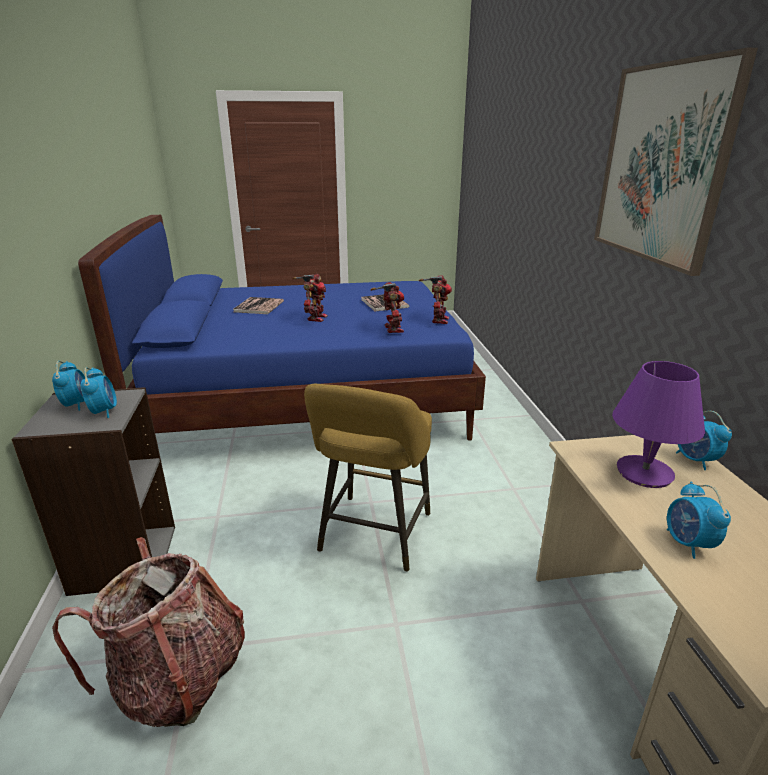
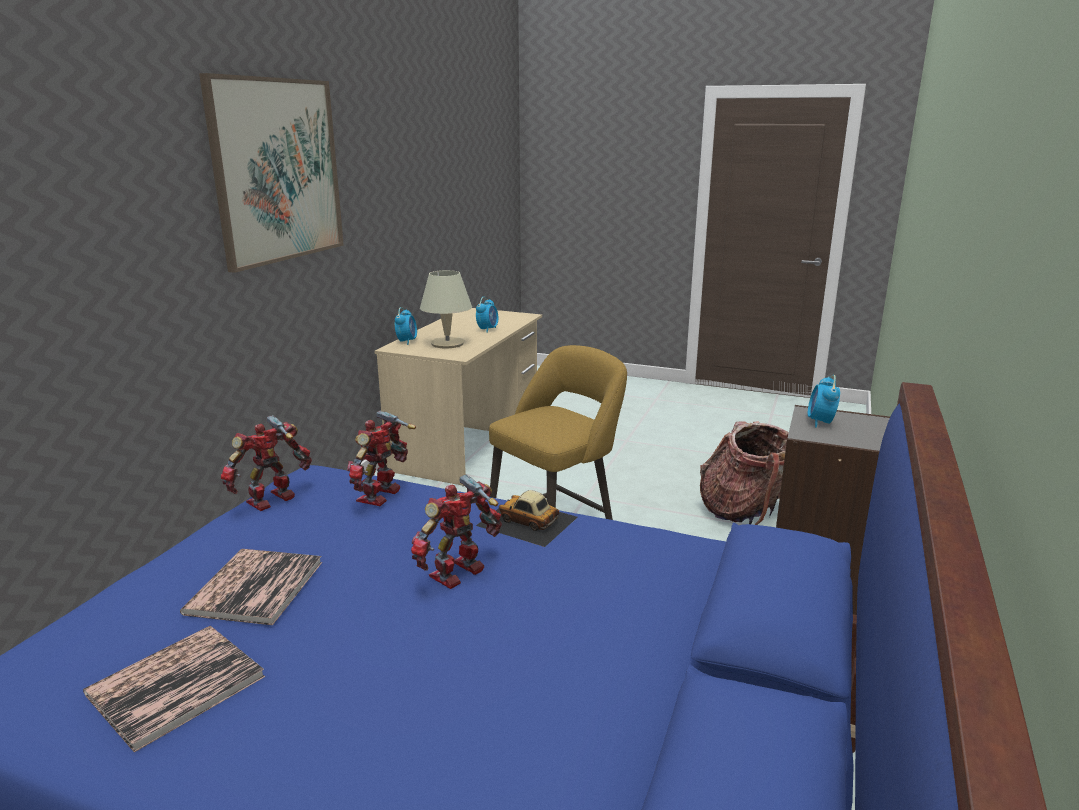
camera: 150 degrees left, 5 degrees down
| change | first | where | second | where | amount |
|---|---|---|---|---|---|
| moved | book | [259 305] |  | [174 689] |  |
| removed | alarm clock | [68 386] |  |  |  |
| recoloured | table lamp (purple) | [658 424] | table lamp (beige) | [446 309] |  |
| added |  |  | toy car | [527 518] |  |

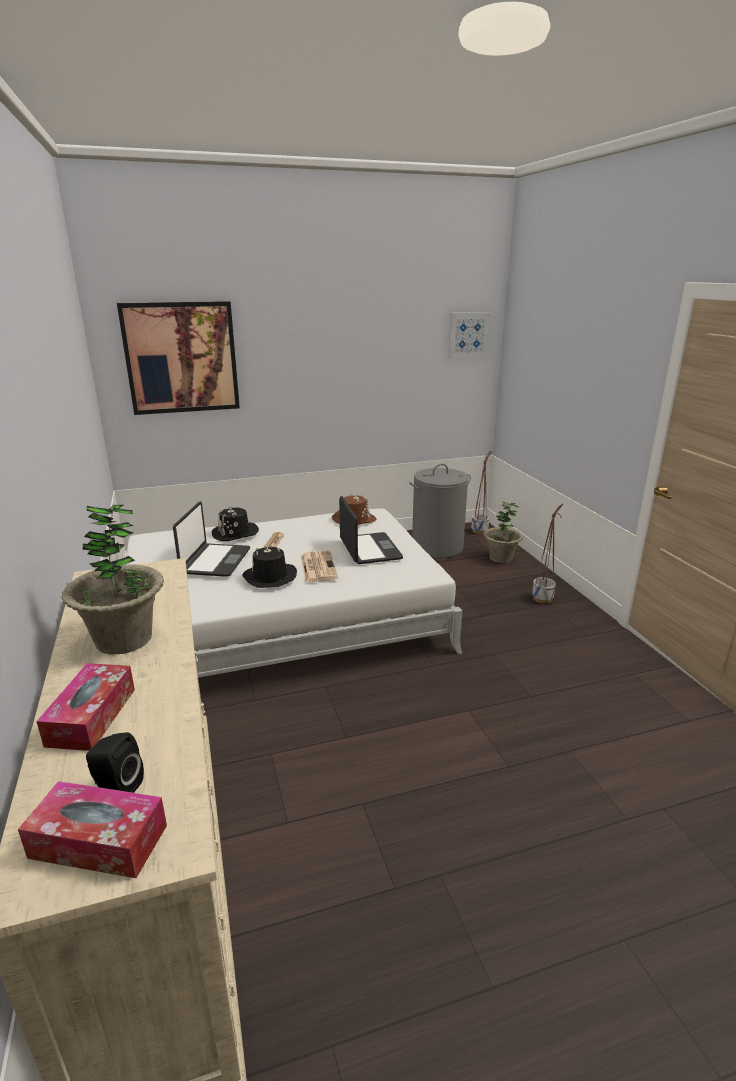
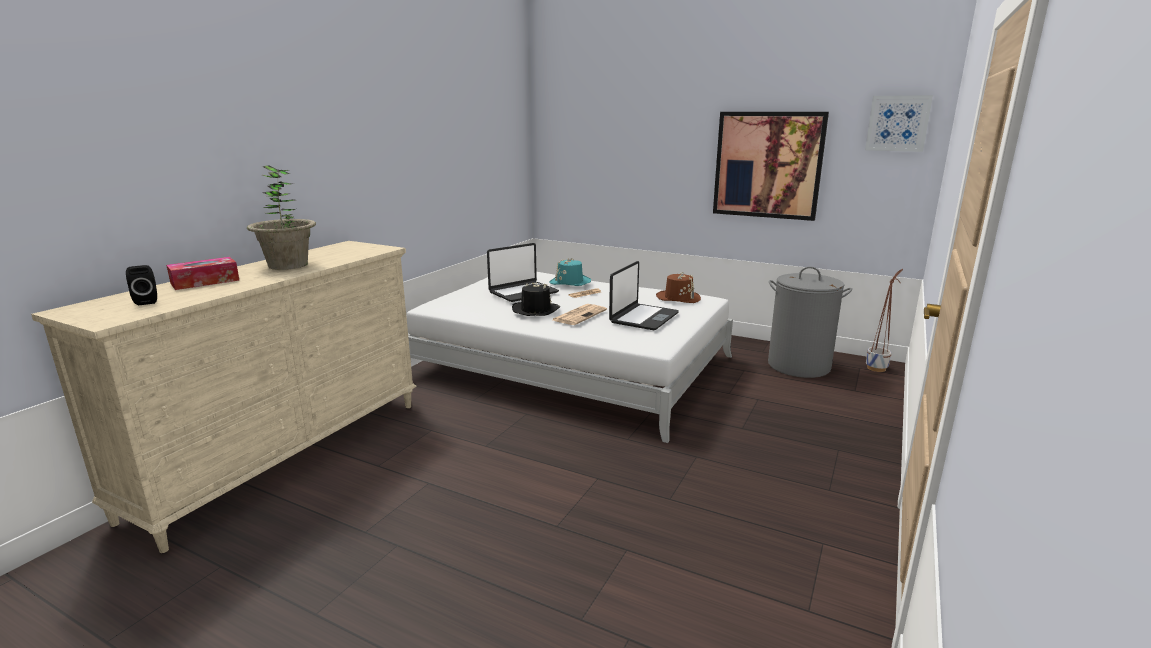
camera: 45 degrees right, 5 degrees down
| change | first | where | second | where | amount |
|---|---|---|---|---|---|
| moved | picture | [178 358] |  | [771 166] |  |
| removed | potted plant | [503 532] |  |  |  |
| removed | planter | [547 554] |  |  |  |
| recoloured | hat (black) | [235 523] | hat (turquoise) | [570 272] |  |
| removed | tissue box | [92 829] |  |  |  |

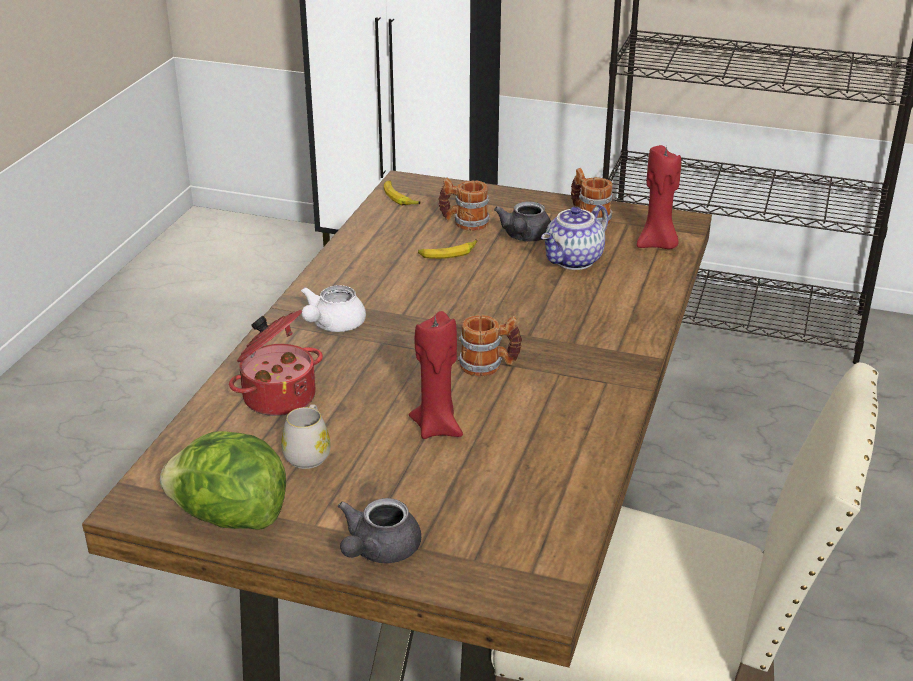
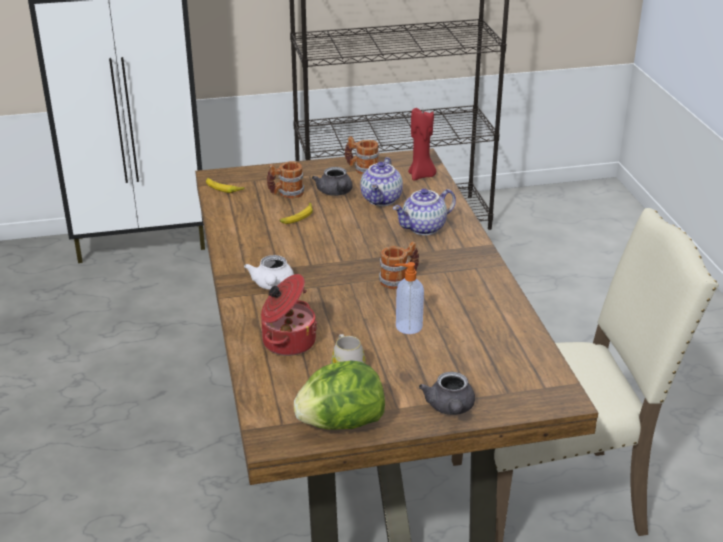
camera: 30 degrees left, 0 degrees up
| change | first | where | second | where | amount |
|---|---|---|---|---|---|
| replaced | candle (red) | [436 375] | soap dispenser | [409 298] |  |
| added |  |  | teapot | [424 211] |  |

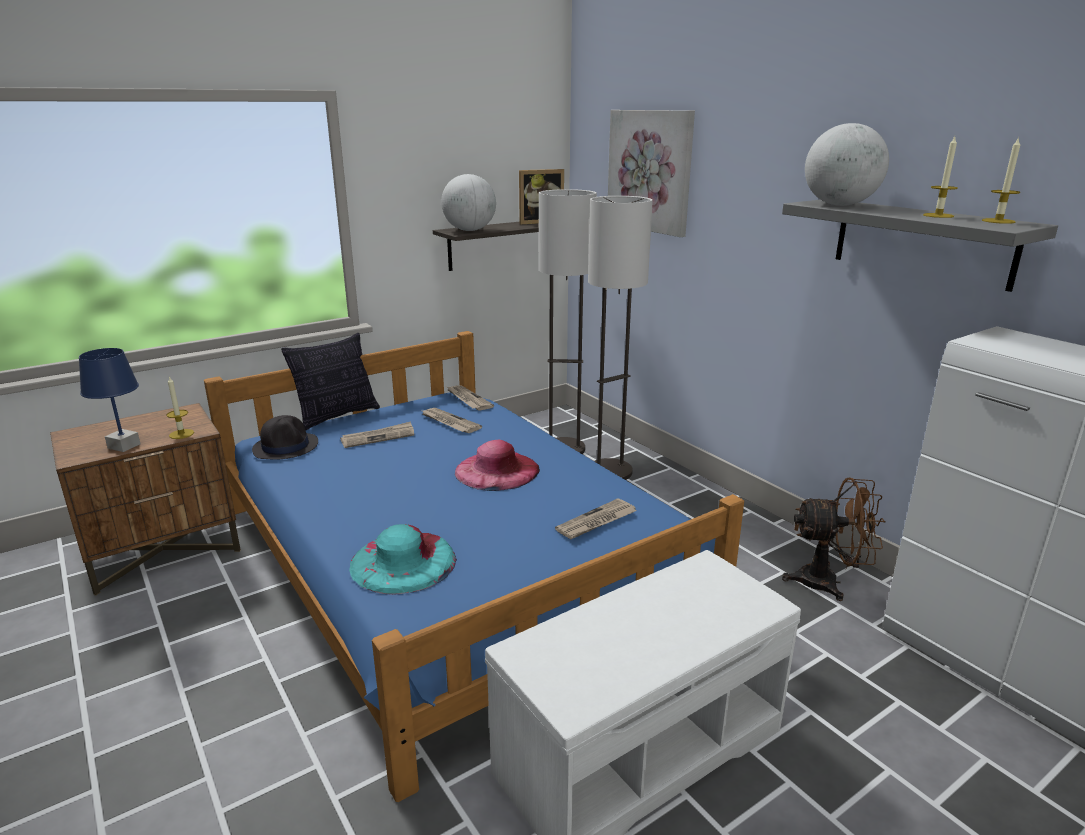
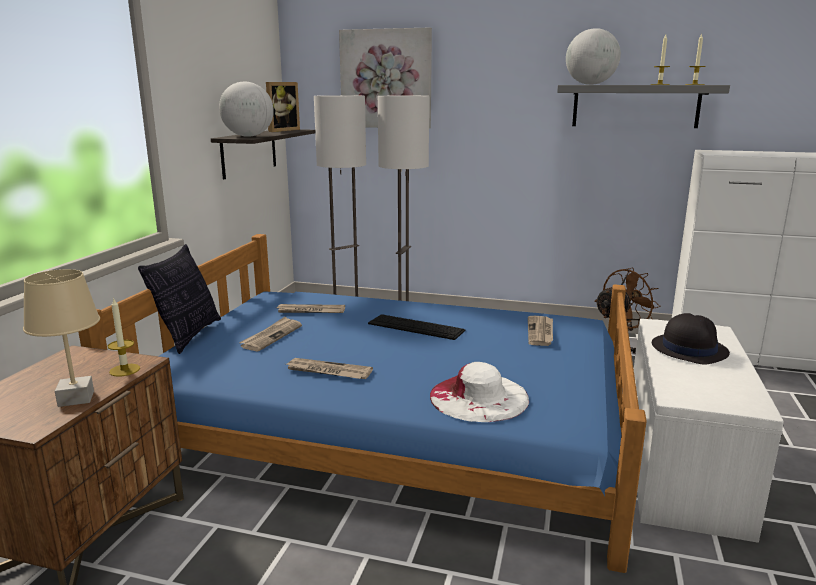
camera: 40 degrees left, 5 degrees down
| change | first | where | second | where | amount |
|---|---|---|---|---|---|
| recoloured | table lamp (blue) | [110 400] | table lamp (beige) | [61 338] |  |
| moved | newspaper | [470 398] |  | [329 368] |  |
| moved | hat (black) | [285 437] |  | [691 339] |  |
| replaced | hat (pink) | [497 465] | keyboard | [416 327] |  |
| recoloured | hat (turquoise) | [403 559] | hat (white) | [479 392] |  |

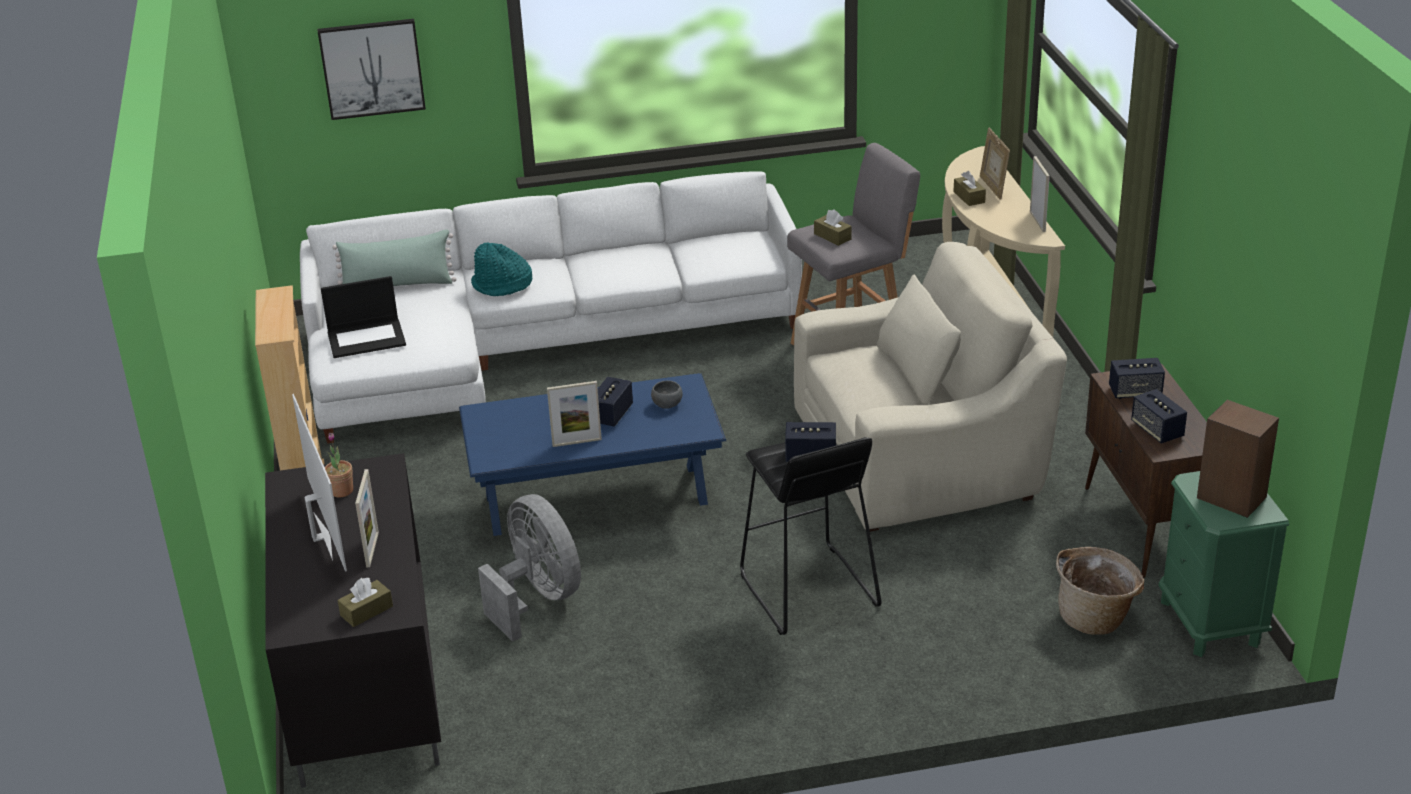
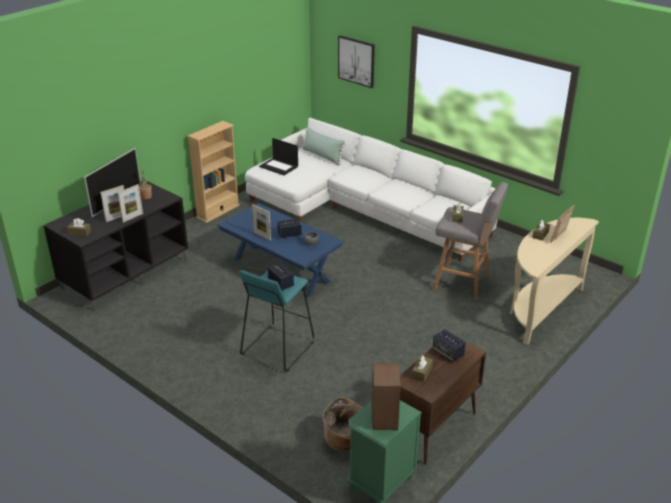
camera: 50 degrees right, 0 degrees up
| change | first | where | second | where | amount |
|---|---|---|---|---|---|
| moved | picture frame | [1040 194] |  | [130 203] |  |
| removed | hat (turquoise) | [501 269] |  |  |  |
| removed | armchair (beige) | [930 387] |  |  |  |
| replaced | speaker | [1159 416] | tissue box (brown) | [422 368] |  |
| recoloured | stool (black) | [810 536] | stool (turquoise) | [276 321] |  |
| removed | fan (grey) | [529 568] |  |  |  |

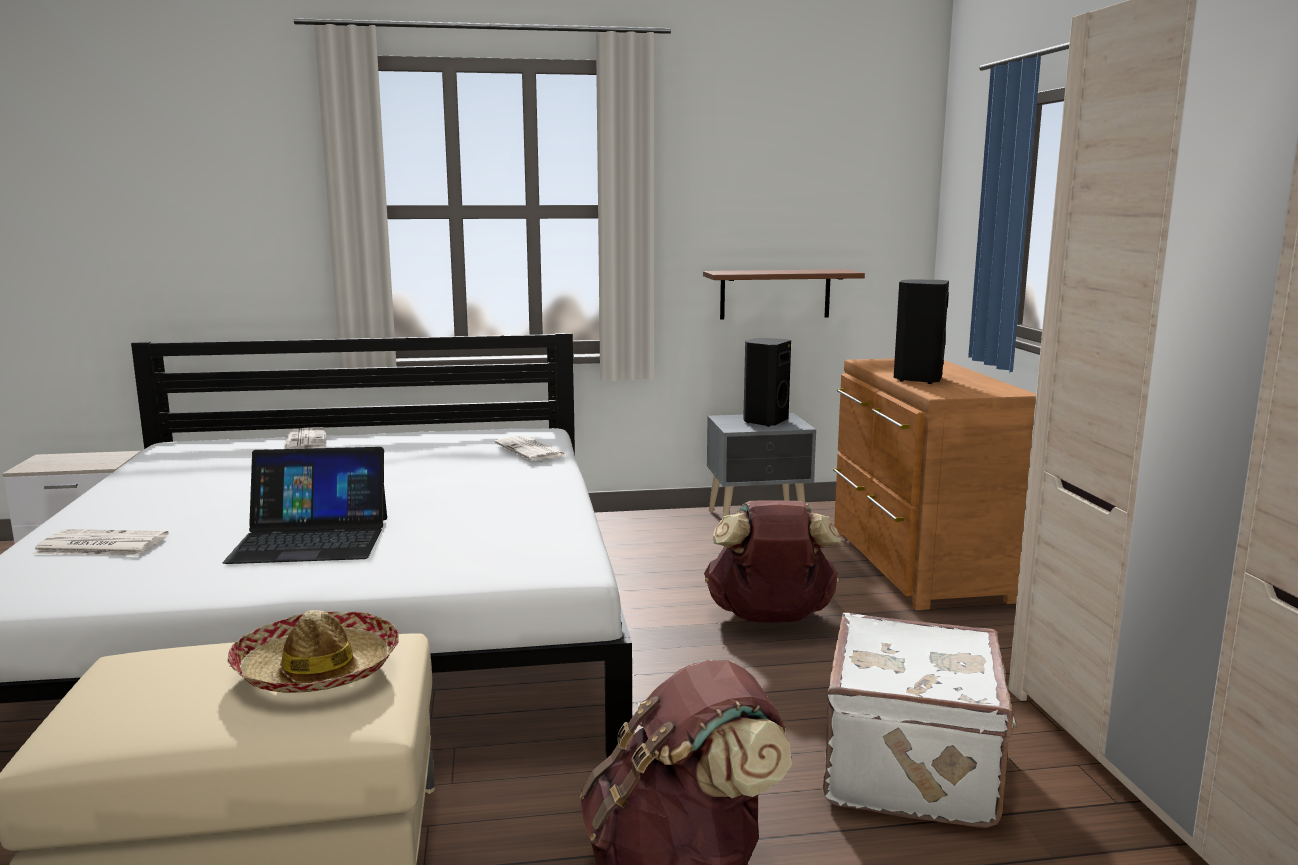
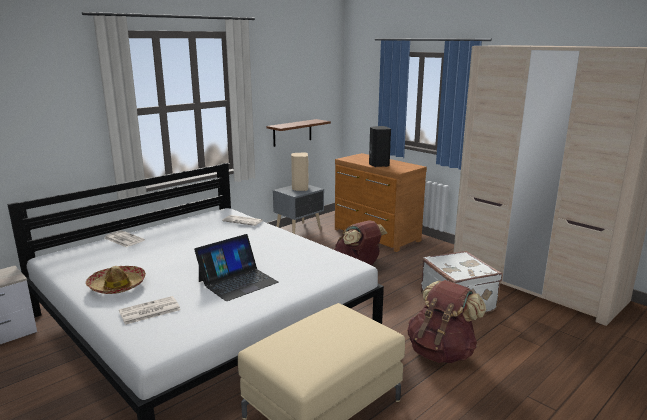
camera: 35 degrees left, 5 degrees up
| change | first | where | second | where | amount |
|---|---|---|---|---|---|
| recoloured | speaker (black) | [767 382] | speaker (beige) | [300 171] |  |
| moved | hat | [313 651] |  | [116 280] |  |

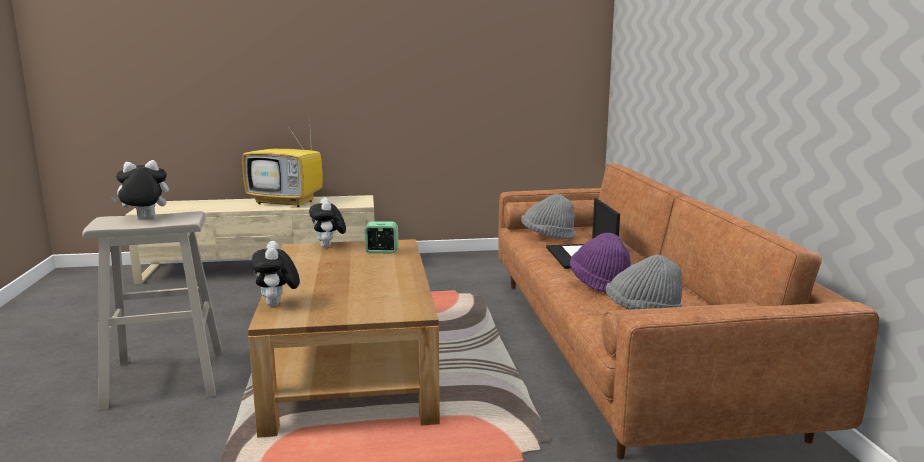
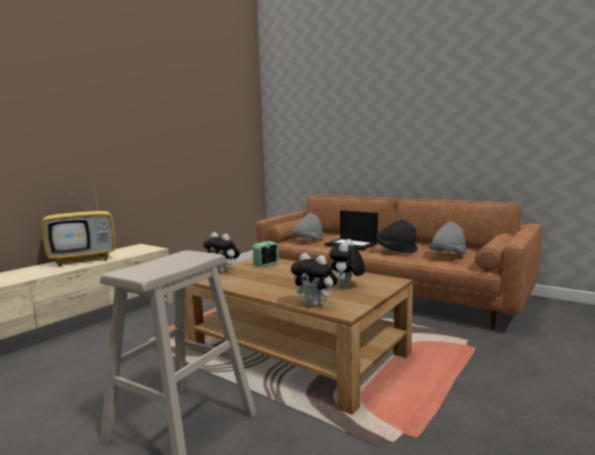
camera: 45 degrees left, 5 degrees down
| change | first | where | second | where | amount |
|---|---|---|---|---|---|
| moved | plush toy | [140 189] |  | [347 263] |  |
| recoloured | hat (purple) | [600 263] | hat (black) | [396 236] |  |

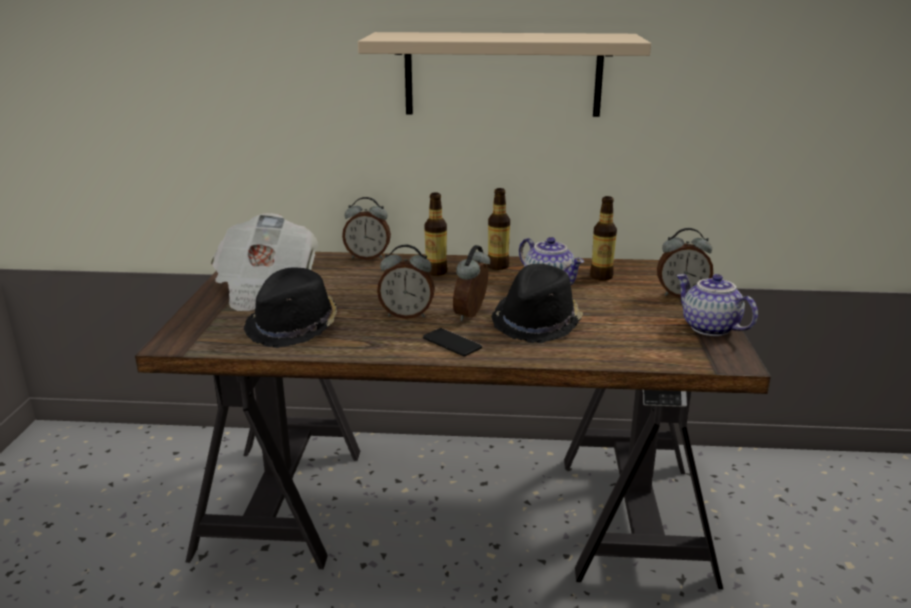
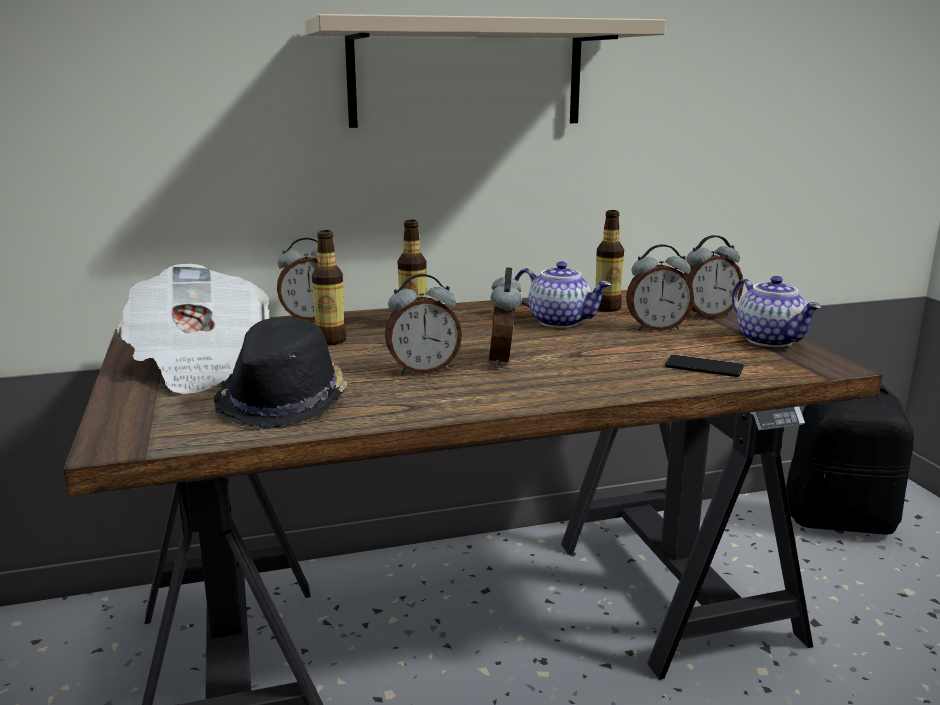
camera: 20 degrees left, 5 degrees down
| change | first | where | second | where | amount |
|---|---|---|---|---|---|
| moved | bottle | [498 229] |  | [329 287] |  |
| removed | hat (black) | [537 303] |  |  |  |
| turned | teapot | [717 305] |  | [776 311] | 150 degrees counterclockwise |
| moved | phone | [452 342] |  | [704 366] |  |
| added |  |  | alarm clock | [660 287] |  |
| added |  |  | backpack (black) | [850 459] |  |

